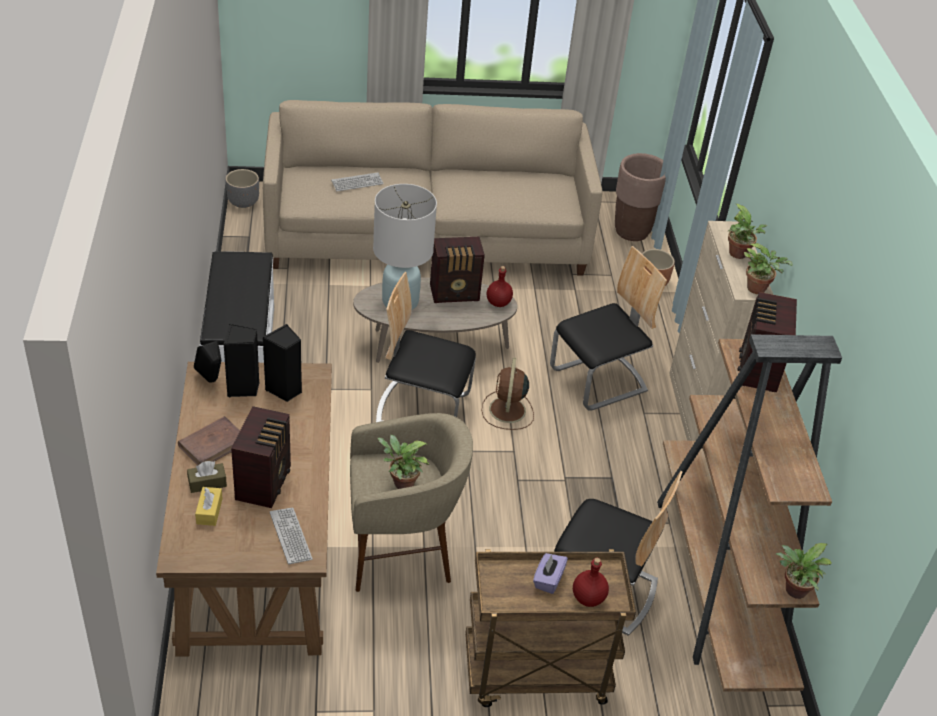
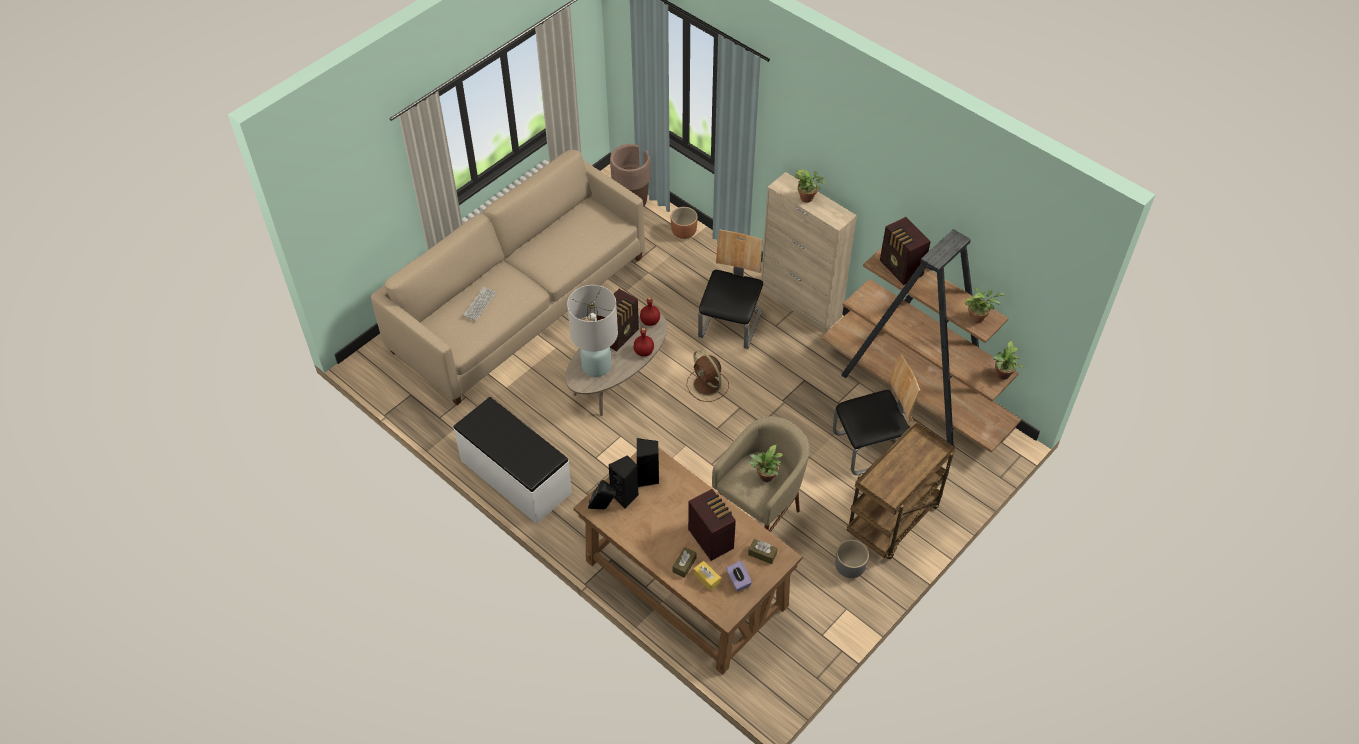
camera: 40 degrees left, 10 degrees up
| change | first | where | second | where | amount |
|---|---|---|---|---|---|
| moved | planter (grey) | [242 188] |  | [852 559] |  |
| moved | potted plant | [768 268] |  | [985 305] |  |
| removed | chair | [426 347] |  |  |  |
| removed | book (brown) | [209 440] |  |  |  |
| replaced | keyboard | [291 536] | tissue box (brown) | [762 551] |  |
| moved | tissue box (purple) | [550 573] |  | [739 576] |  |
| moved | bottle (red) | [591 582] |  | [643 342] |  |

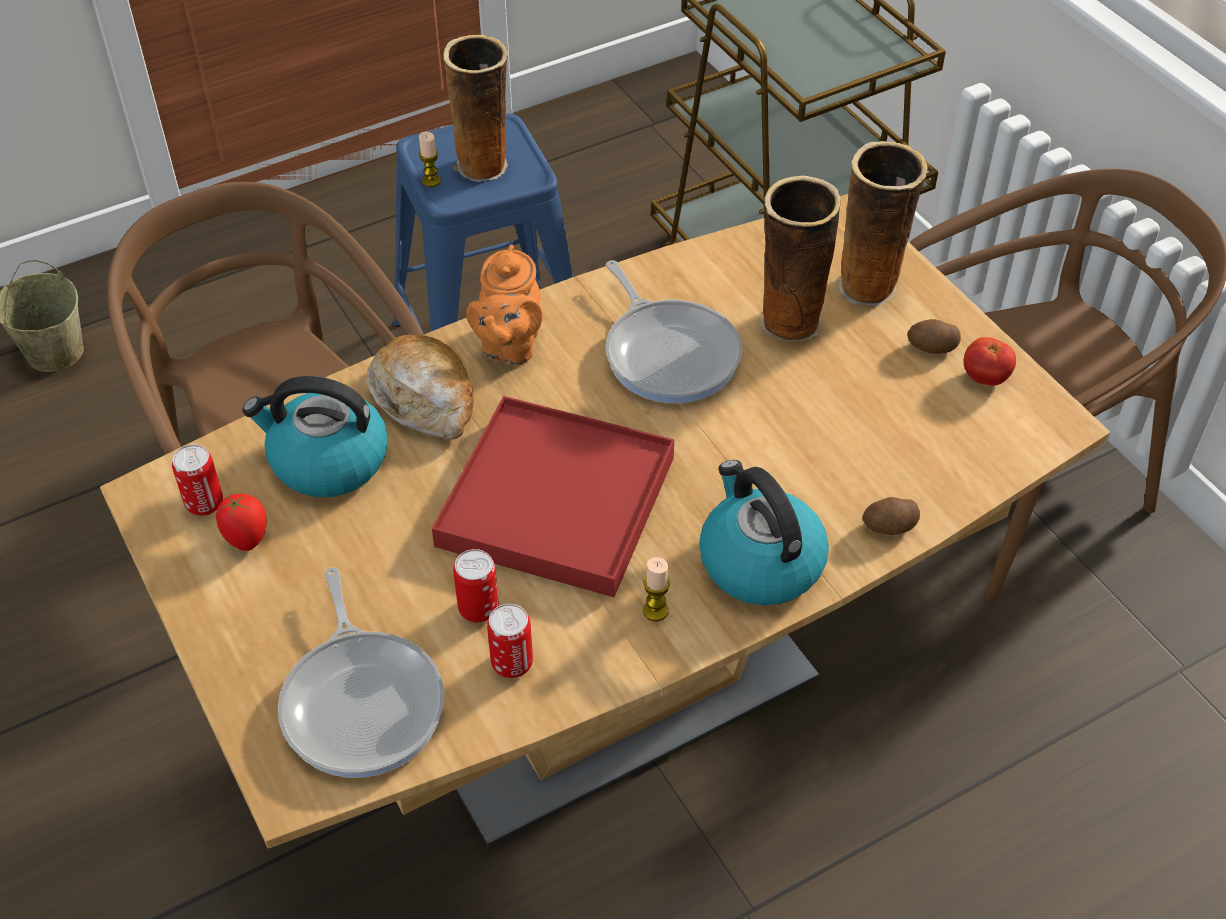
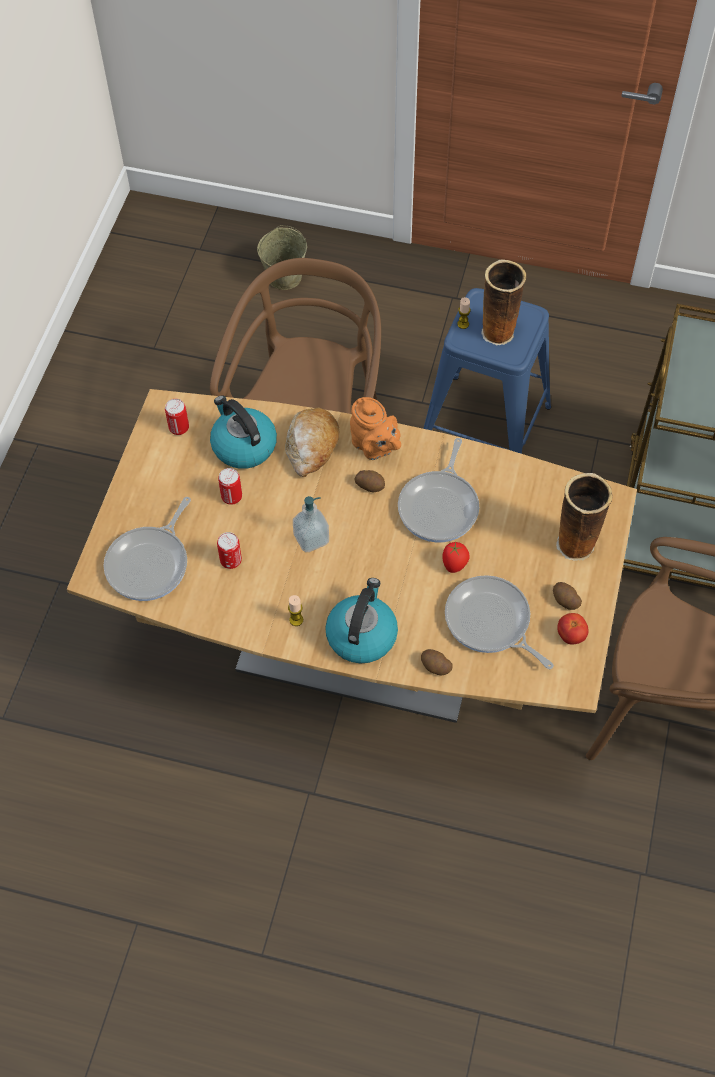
camera: 45 degrees right, 10 degrees up
| change | first | where | second | where | amount |
|---|---|---|---|---|---|
| removed | vase | [800 259] |  |  |  |
| turned | teapot (orange) | [504 305] |  | [375 428] | 90 degrees counterclockwise |
| replaced | tray (red) | [553 496] | soap dispenser | [311 524] |  |
| moved | tomato | [241 522] |  | [456 557] |  |
| moved | can | [510 641] |  | [230 486] |  |
| added |  |  | potato | [370 481] |  |
| added |  |  | frying pan | [499 622] |  |

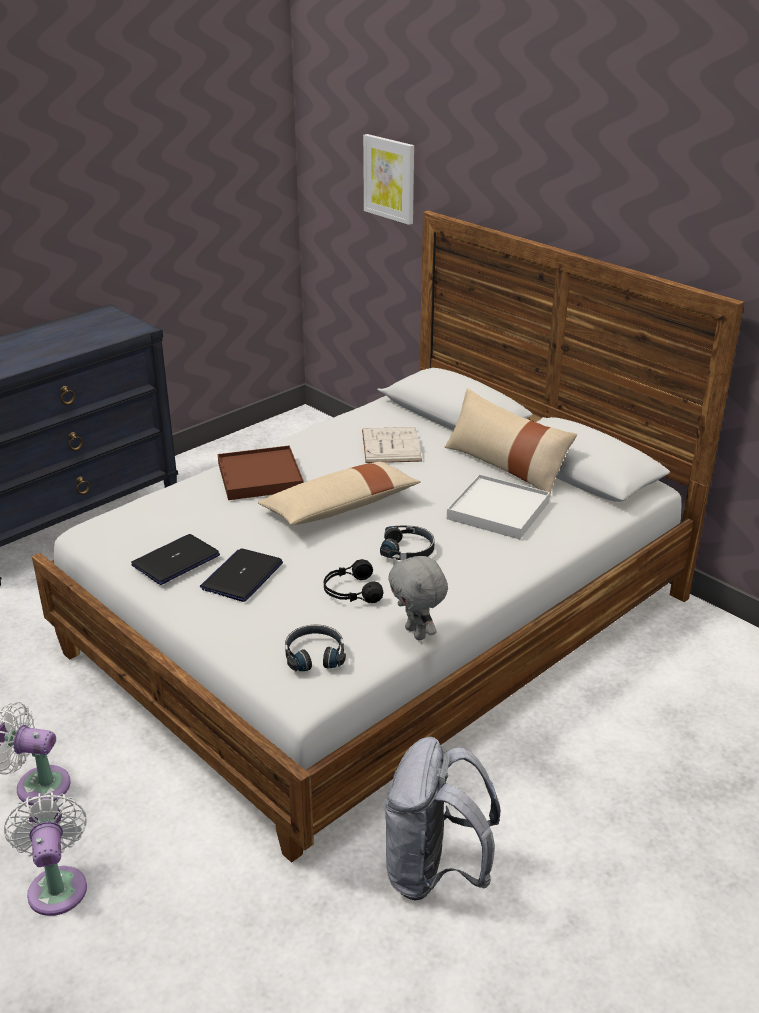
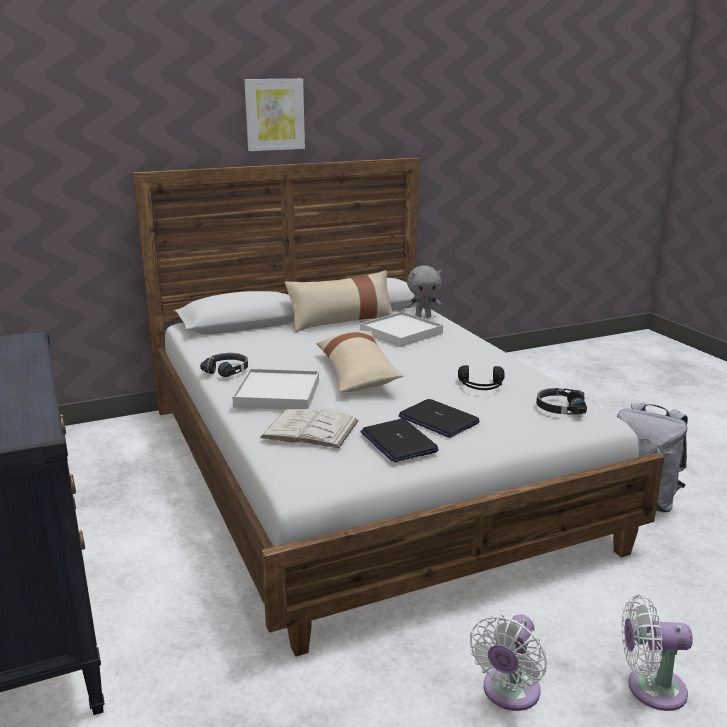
camera: 70 degrees left, 10 degrees down
| change | first | where | second | where | amount |
|---|---|---|---|---|---|
| moved | picture | [388 179] |  | [274 115] |  |
| moved | book (white) | [392 445] |  | [309 428] |  |
| recoloured | tray (brown) | [261 472] | tray (white) | [275 389] |  |
| moved | headphones (black) | [407 542] |  | [224 365] |  |
| moved | plush toy (grey) | [418 598] |  | [423 291] |  |

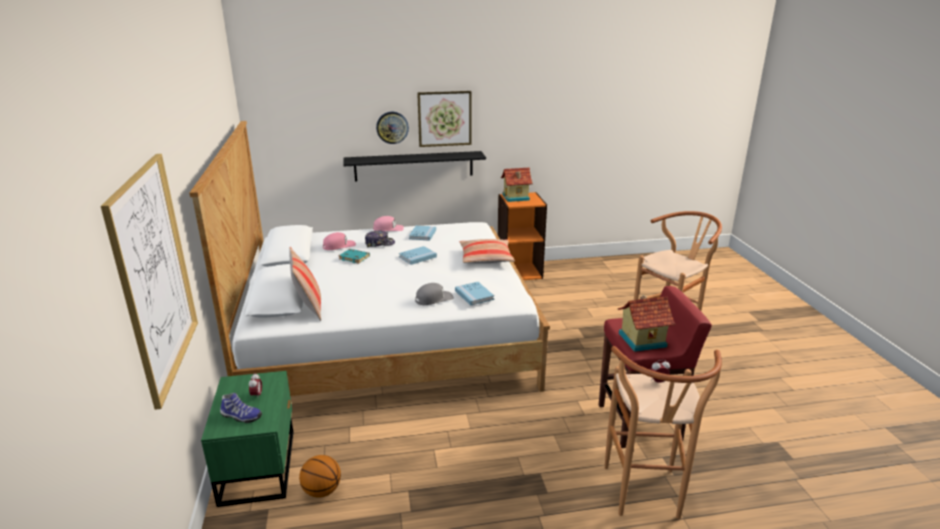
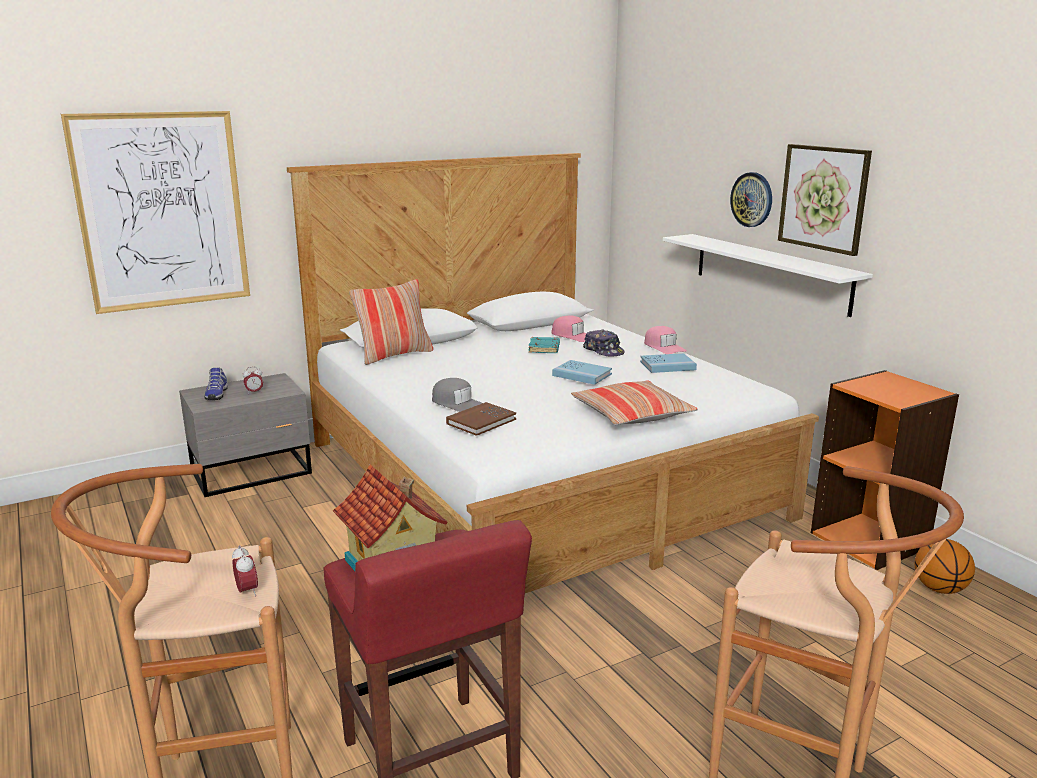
camera: 70 degrees right, 5 degrees down
| change | first | where | second | where | amount |
|---|---|---|---|---|---|
| recoloured | shelf (black) | [414 166] | shelf (white) | [768 275] |  |
| removed | toy house | [517 185] |  |  |  |
| recoloured | book (blue) | [474 294] | book (brown) | [481 419] |  |
| recoloured | nightstand (green) | [247 439] | nightstand (grey) | [245 435] |  |
| moved | basketball | [320 476] |  | [945 566] |  |

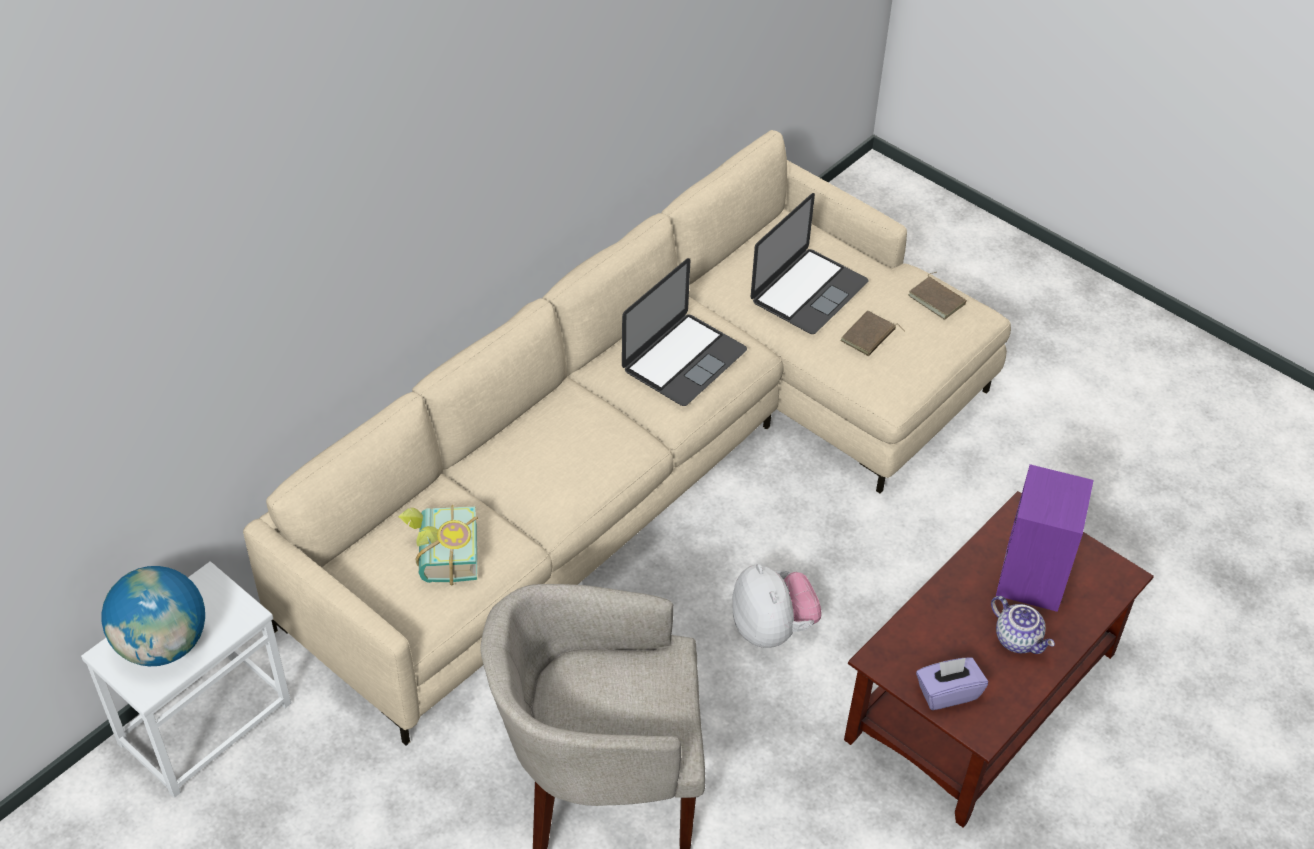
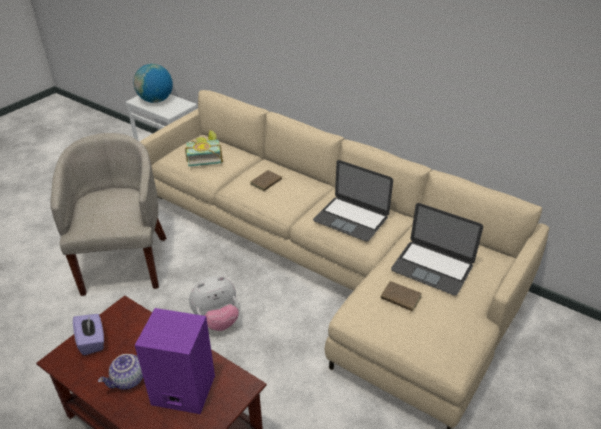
camera: 85 degrees right, 10 degrees down
| change | first | where | second | where | amount |
|---|---|---|---|---|---|
| moved | book (brown) | [937 296] |  | [269 180] |  |

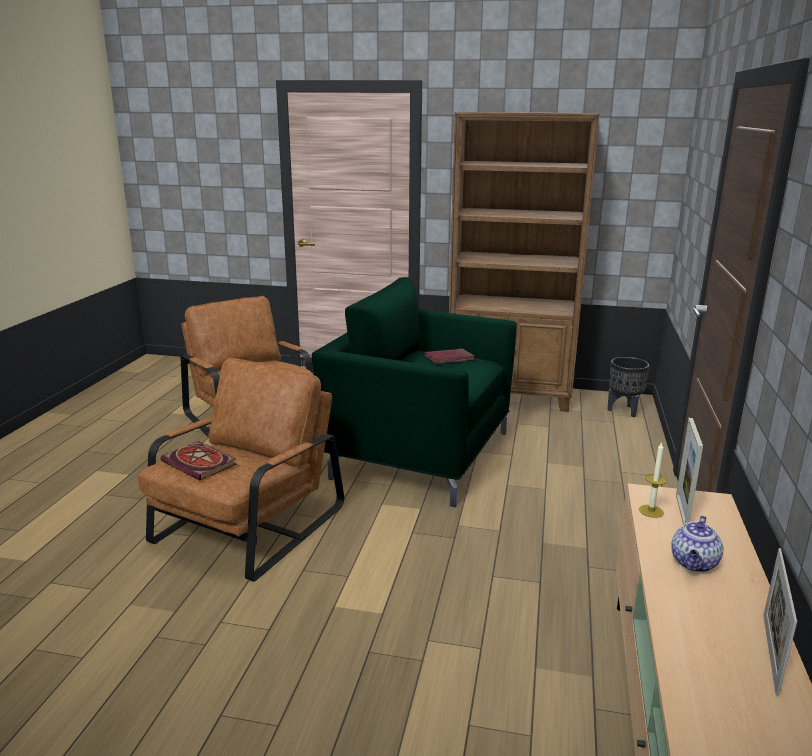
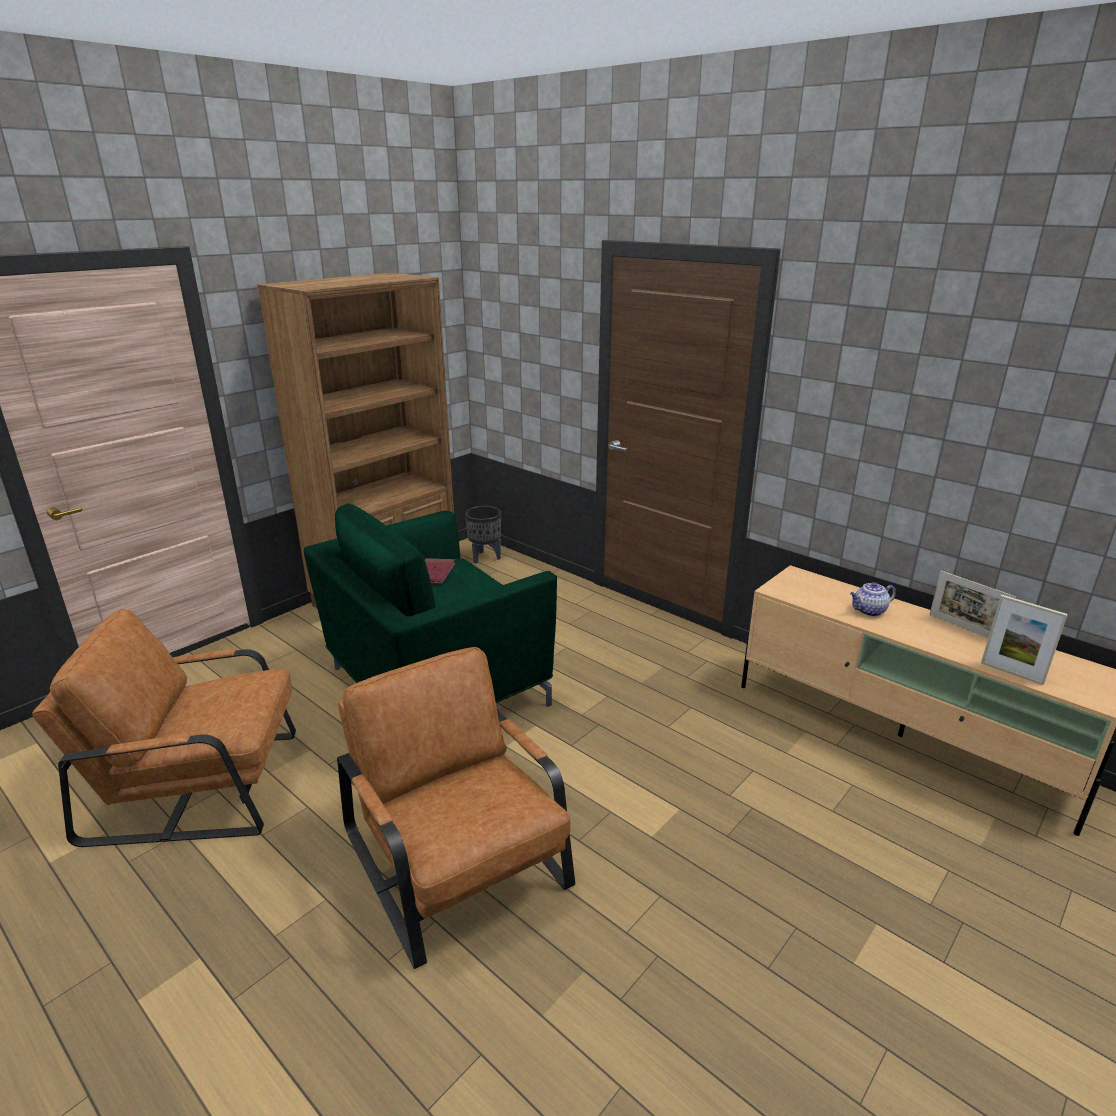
camera: 60 degrees left, 5 degrees up
| change | first | where | second | where | amount |
|---|---|---|---|---|---|
| moved | picture frame | [689 471] |  | [1024 640] |  |
| removed | book | [198 461] |  |  |  |
| removed | candle | [653 480] |  |  |  |
| turned | teapot | [697 544] |  | [873 599] | 105 degrees clockwise |

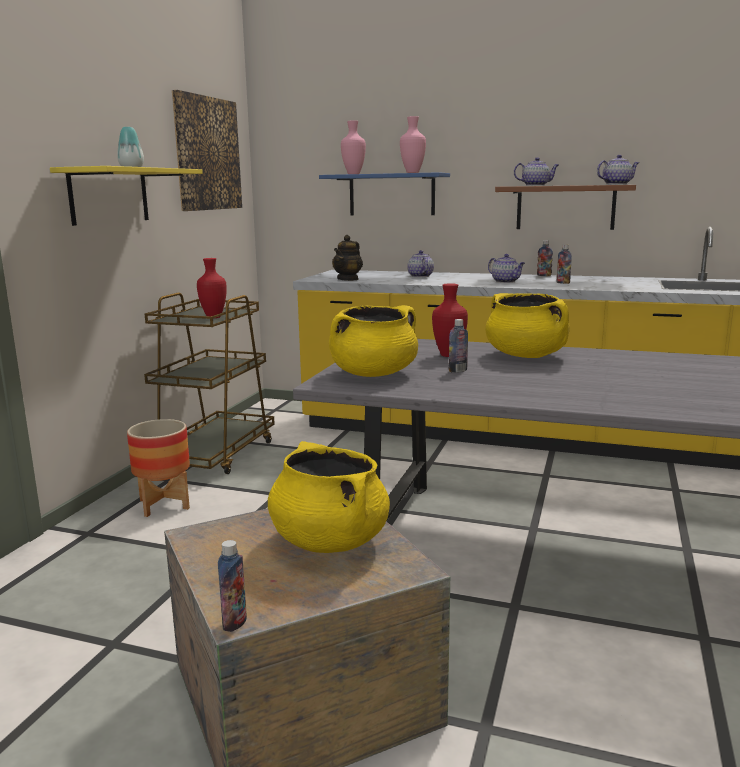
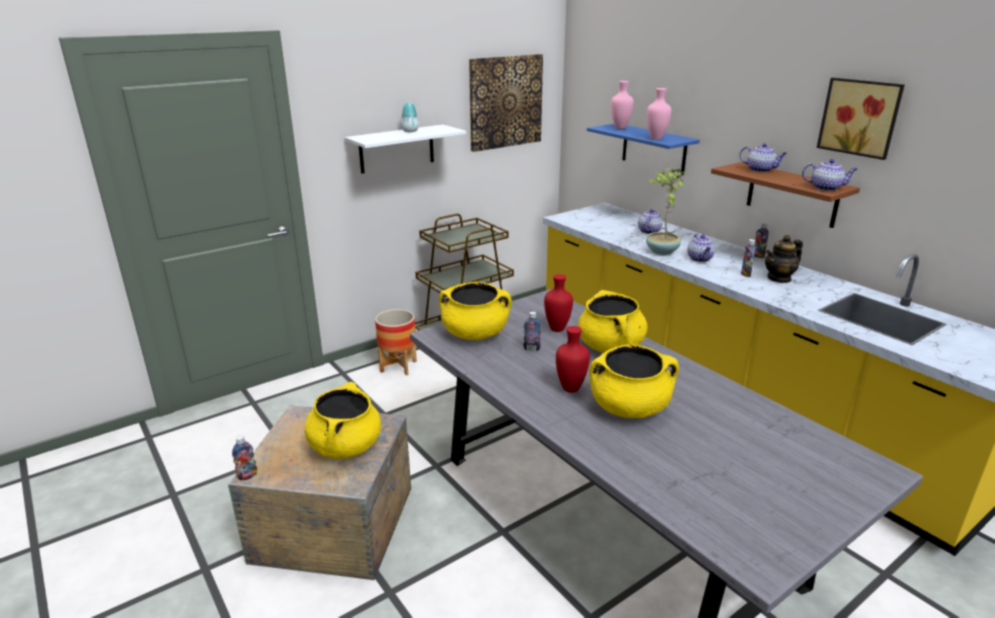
camera: 35 degrees right, 10 degrees up
| change | first | where | second | where | amount |
|---|---|---|---|---|---|
| recoloured | shelf (yellow) | [126 196] | shelf (white) | [405 149] |  |
| moved | teapot | [347 258] |  | [784 259] |  |
| moved | vase (red) | [212 288] |  | [573 359] |  |
| added |  |  | picture | [861 119] |  |
| added |  |  | potted plant | [665 212] |  |
| added |  |  | cooking pot (yellow) | [634 381] |  |

